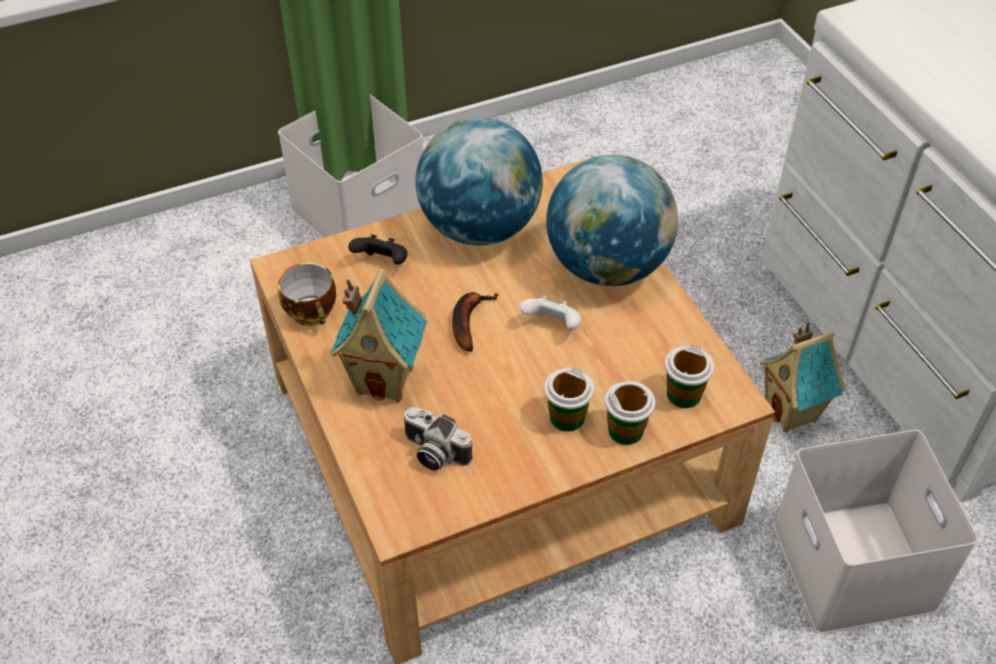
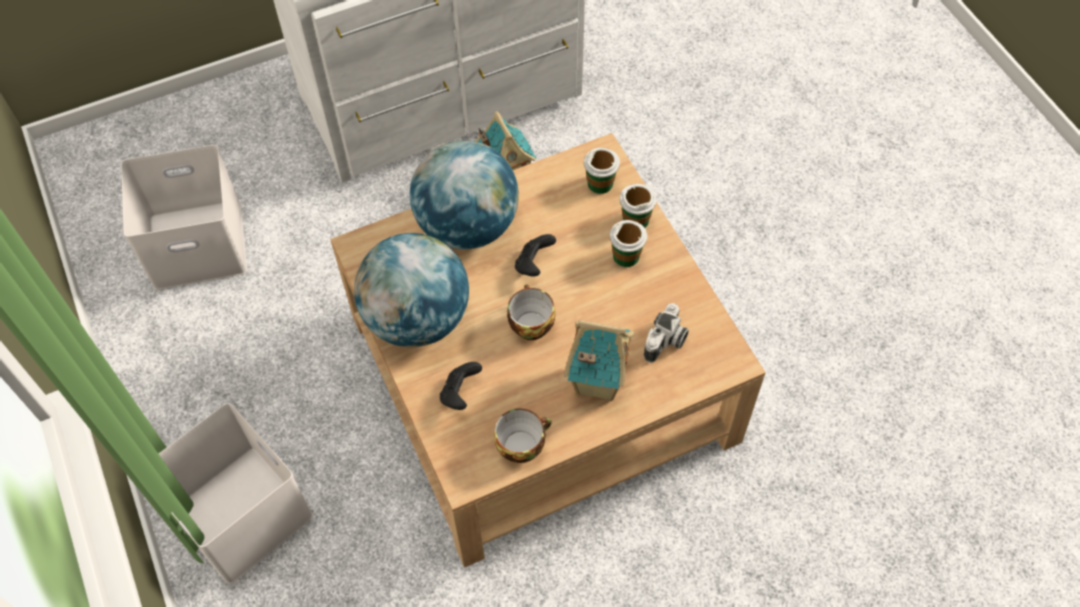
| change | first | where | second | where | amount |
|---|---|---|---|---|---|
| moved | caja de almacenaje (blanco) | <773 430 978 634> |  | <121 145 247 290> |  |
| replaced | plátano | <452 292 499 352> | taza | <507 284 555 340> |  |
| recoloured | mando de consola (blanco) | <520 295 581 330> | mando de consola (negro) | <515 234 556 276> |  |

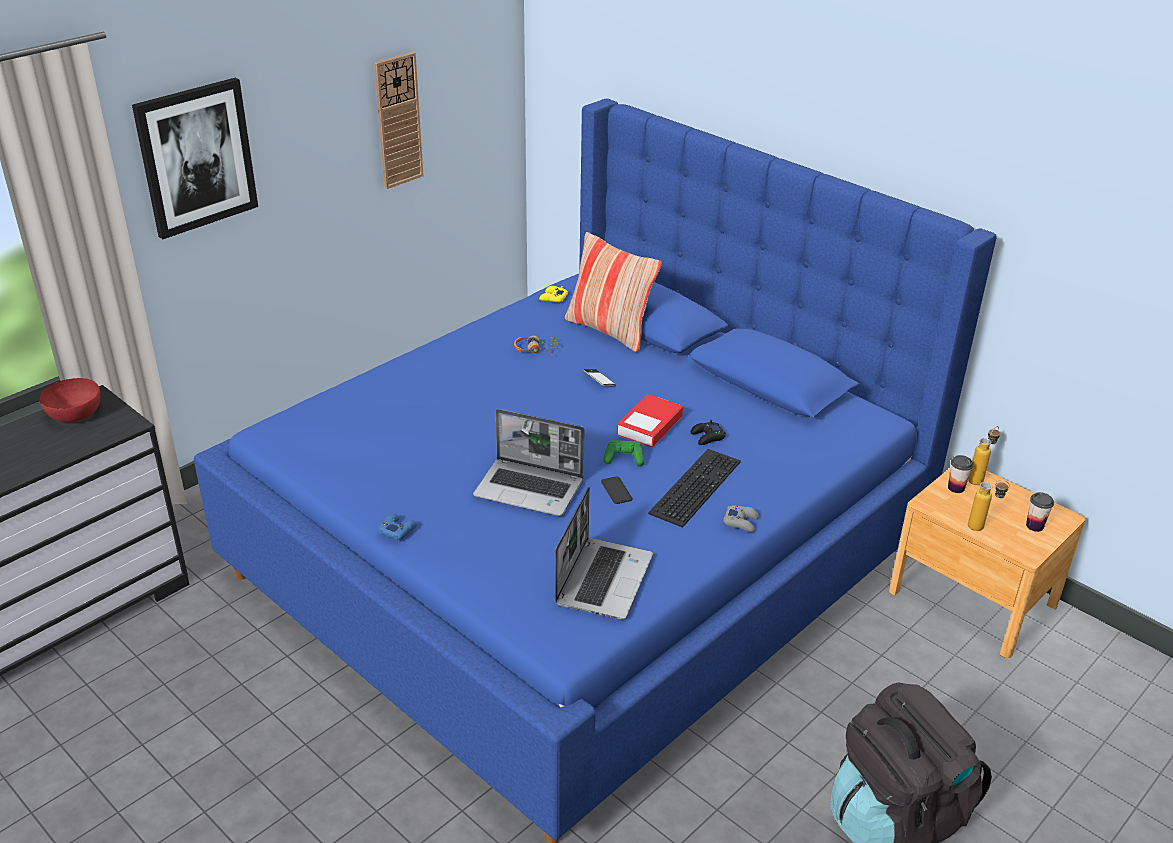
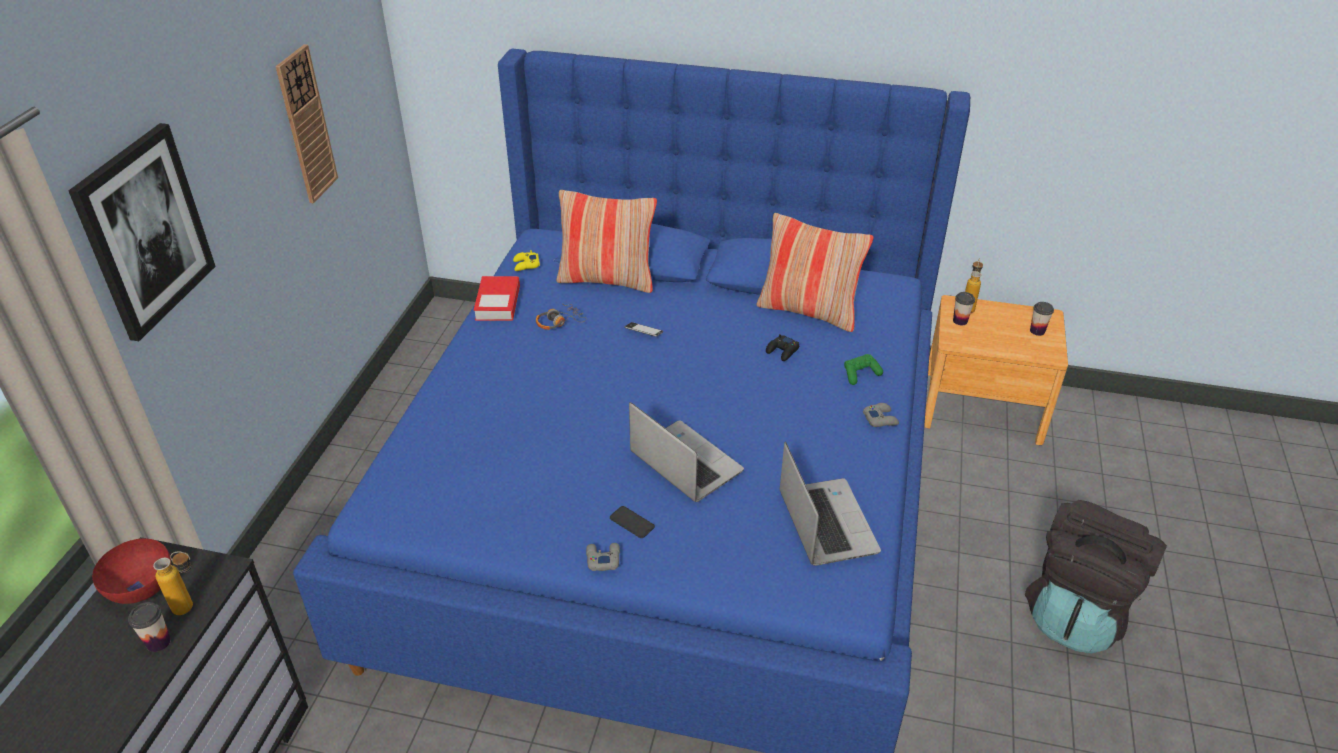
| change | first | where | second | where | amount |
|---|---|---|---|---|---|
| removed | teclado | <648 449 741 528> |  |  |  |
| added |  |  | taza | <128 602 171 652> |  |
| added |  |  | cojín | <757 213 873 332> |  |
| moved | móvil | <601 476 632 504> |  | <610 506 655 538> |  |
| moved | mando de consola (verde) | <603 440 644 466> |  | <844 354 883 385> |  |
| moved | libro | <617 394 683 448> |  | <474 276 520 321> |  |
| moved | botella | <968 480 1010 531> |  | <153 551 193 615> |  |
| recoloured | mando de consola (azul) | <378 514 417 540> | mando de consola (gris) | <586 543 620 571> |  |
| turned | portátil | <473 409 585 516> |  | <629 402 744 502> | 120 degrees counterclockwise |

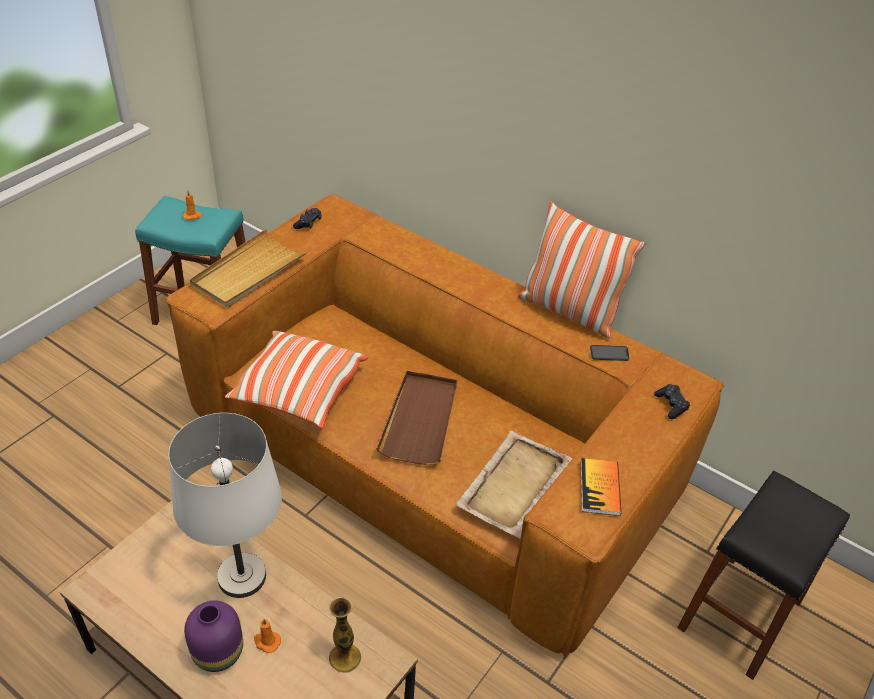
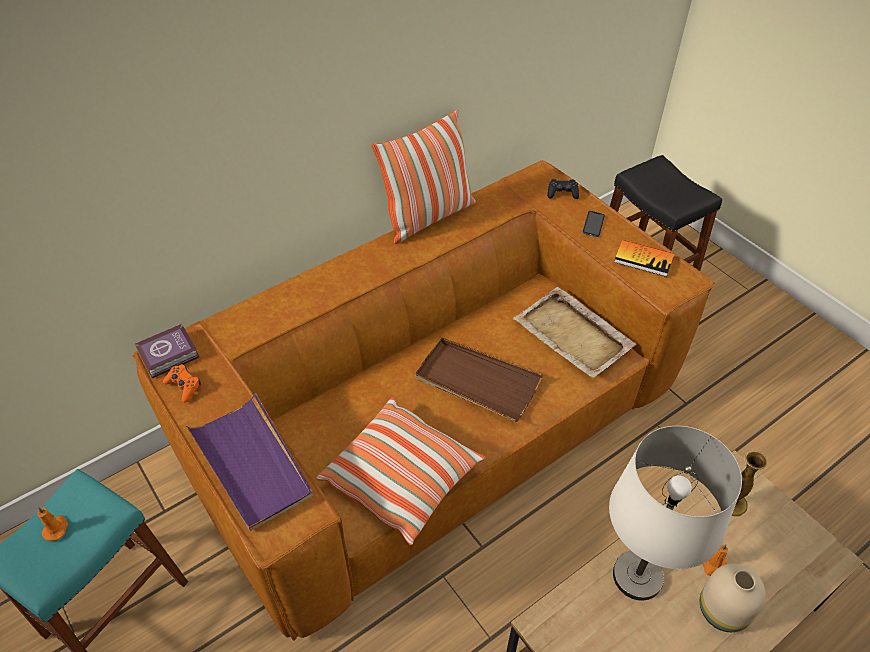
| change | first | where | second | where | amount |
|---|---|---|---|---|---|
| added |  |  | libro | <135 324 199 378> |  |
| moved | móvil | <590 345 629 361> |  | <583 211 605 237> |  |
| recoloured | florero (morado) | <184 600 243 672> | florero (beis) | <700 563 766 632> |  |
| recoloured | bandeja (beis) | <190 229 307 308> | bandeja (morado) | <186 392 313 531> |  |
| recoloured | mando de consola (negro) | <293 208 322 229> | mando de consola (naranja) | <163 364 201 403> |  |

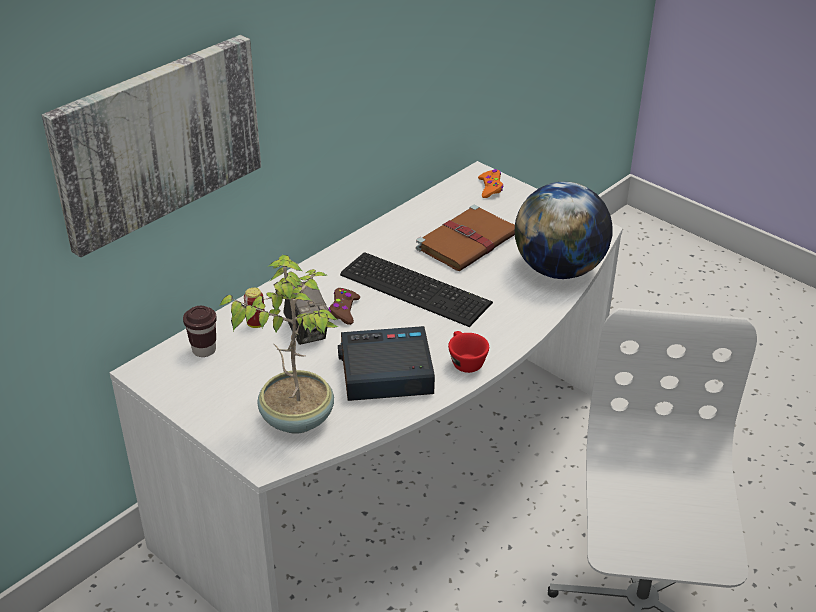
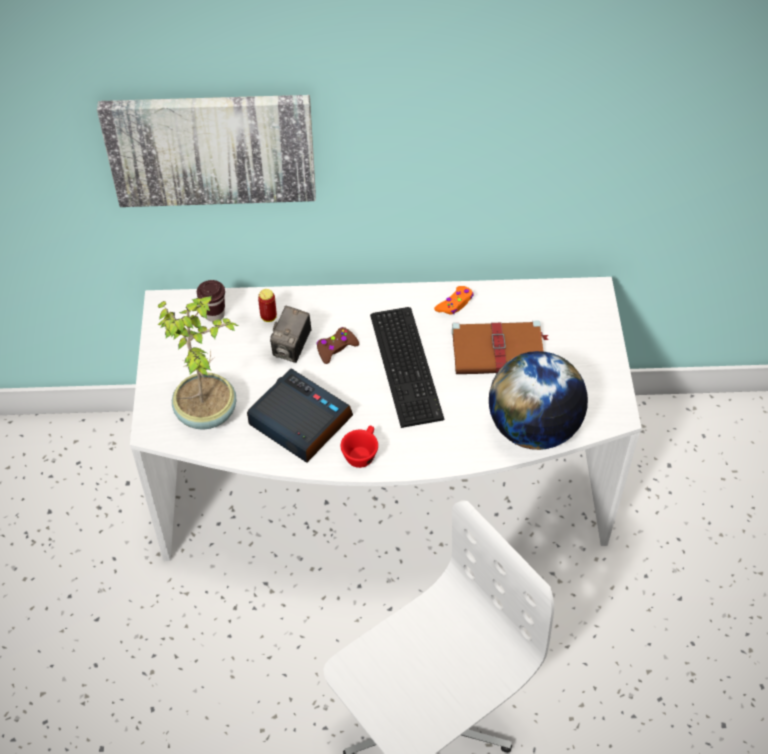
| change | first | where | second | where | amount |
|---|---|---|---|---|---|
| moved | mando de consola (naranja) | <478 169 503 198> |  | <434 286 474 315> |  |

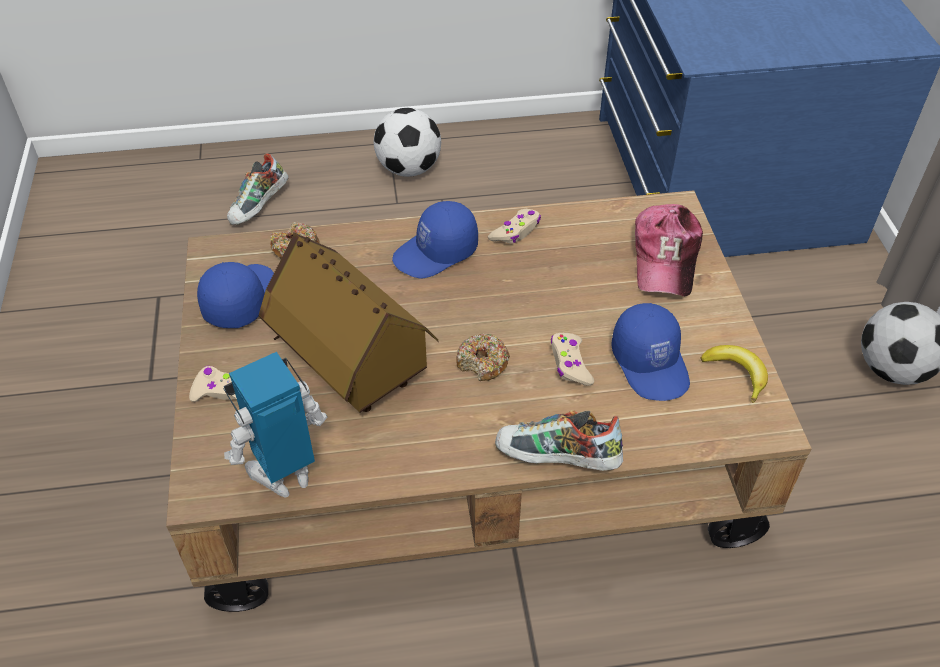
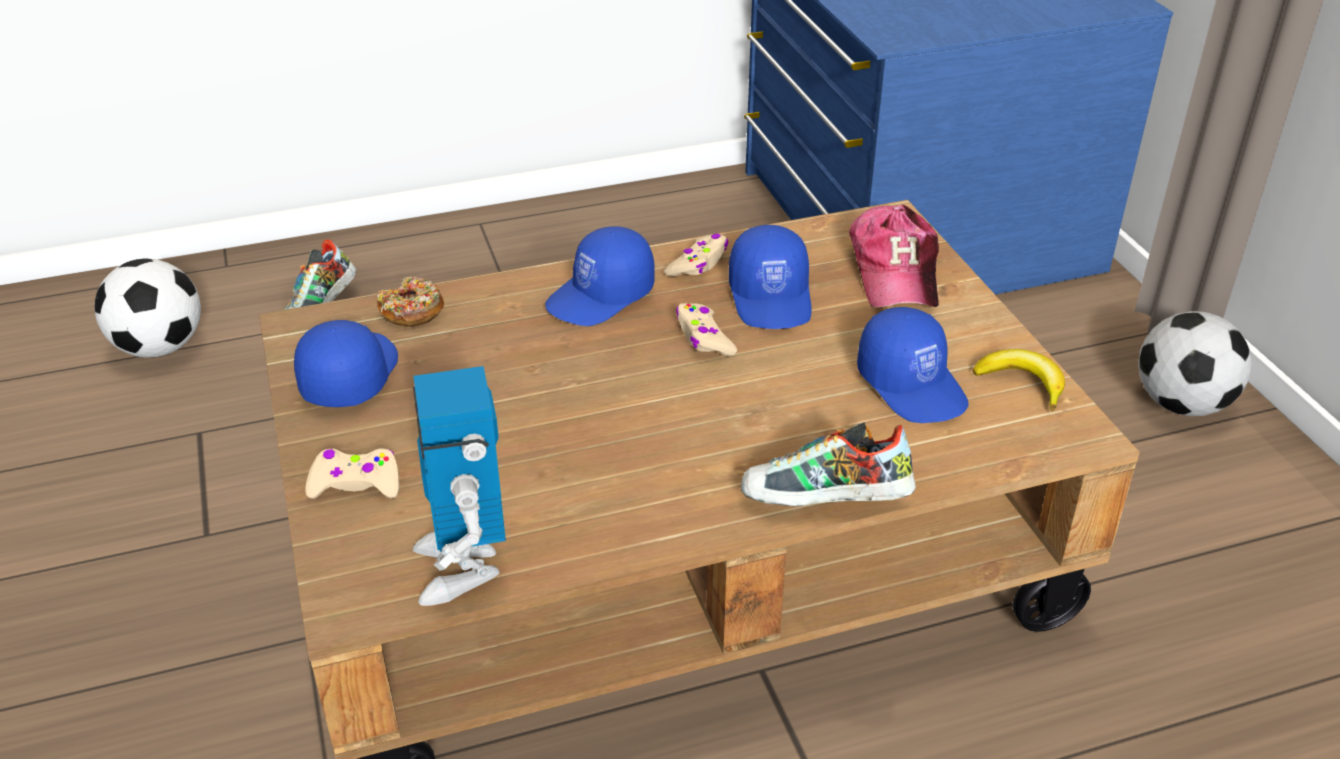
| change | first | where | second | where | amount |
|---|---|---|---|---|---|
| removed | casita | <259 233 438 413> |  |  |  |
| removed | rosquilla | <456 333 510 381> |  |  |  |
| added |  |  | gorra (azul) | <729 225 812 329> |  |
| moved | balón de fútbol | <374 108 441 177> |  | <95 259 201 358> |  |
| moved | mando de consola (beis) | <551 333 594 386> |  | <676 303 737 356> |  |
| turned | robot de juguete | <223 352 327 498> |  | <413 366 506 606> | 60 degrees counterclockwise |

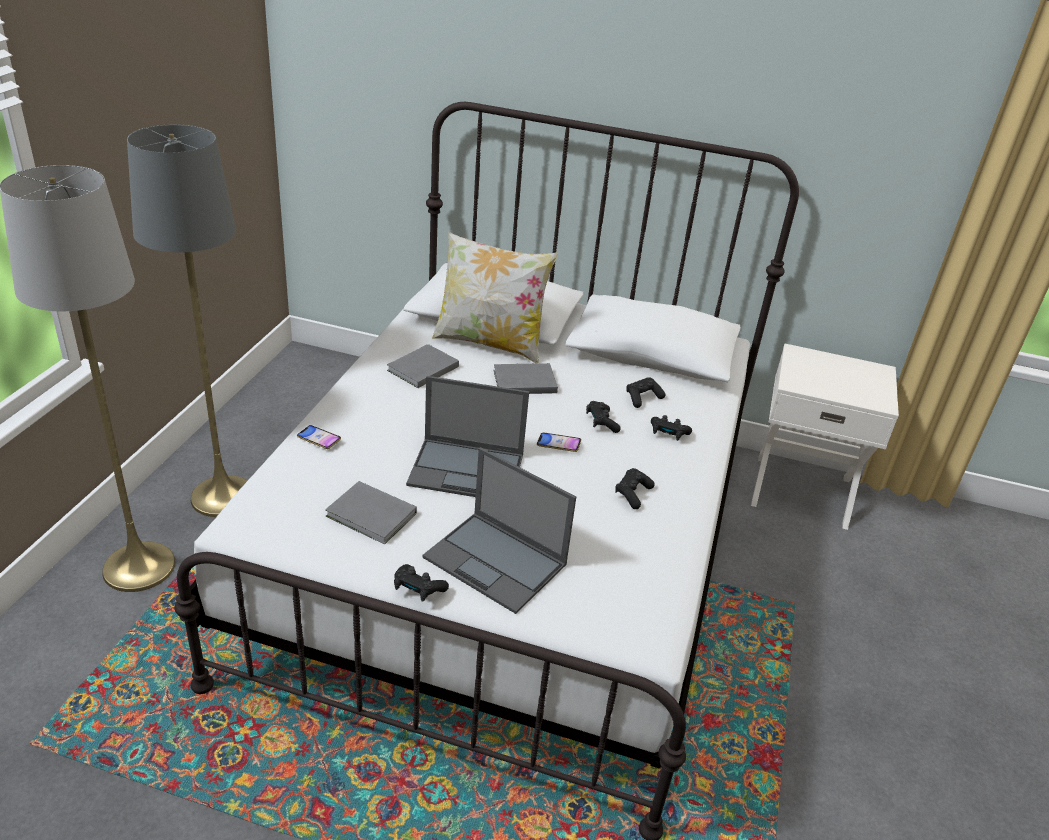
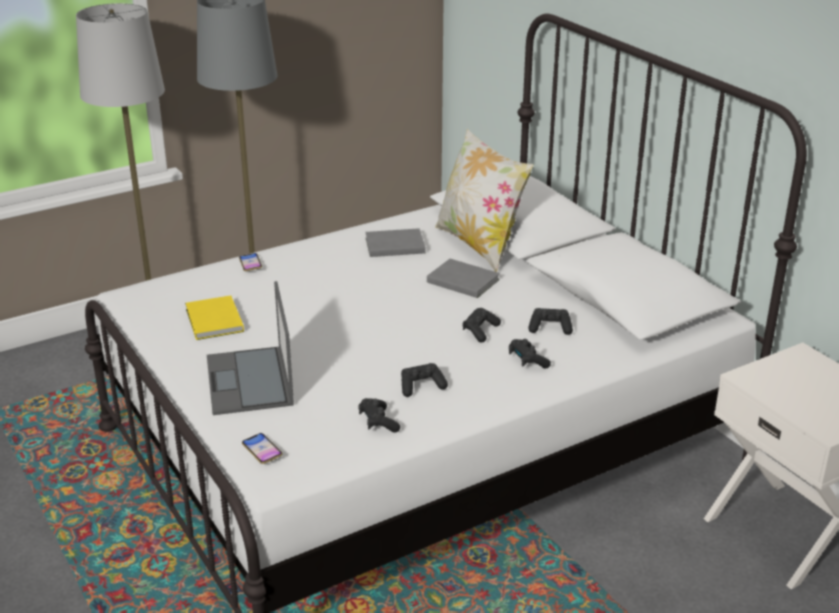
| change | first | where | second | where | amount |
|---|---|---|---|---|---|
| removed | portátil | <406 376 529 497> |  |  |  |
| moved | mando de consola (negro) | <394 564 449 602> |  | <358 398 400 433> |  |
| moved | móvil | <537 433 581 452> |  | <242 433 282 464> |  |
| recoloured | libro (gris) | <325 481 417 544> | libro (amarillo) | <185 295 244 340> |  |

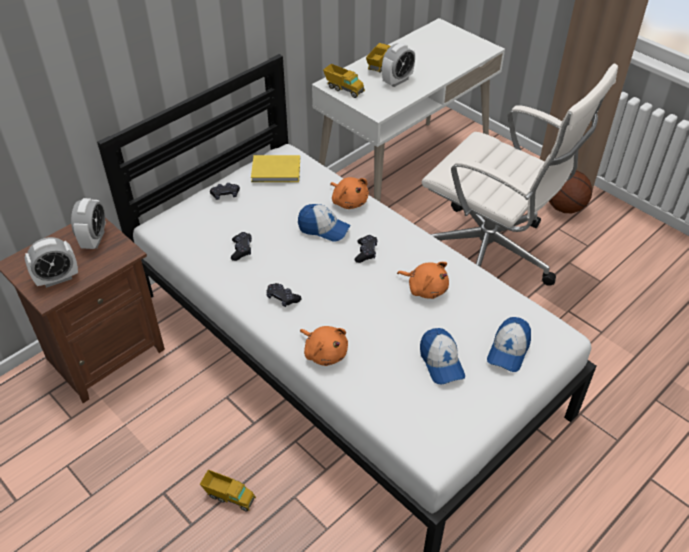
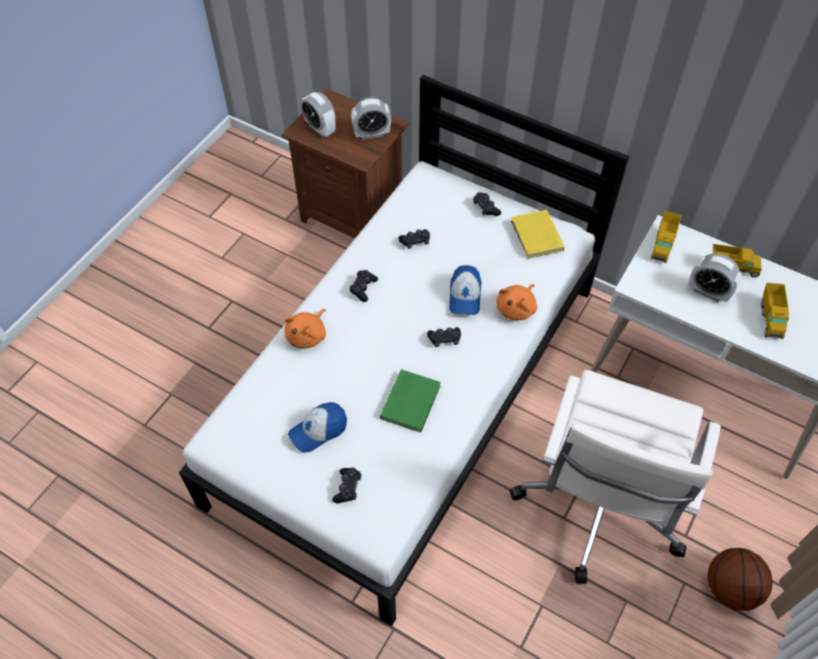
| change | first | where | second | where | amount |
|---|---|---|---|---|---|
| moved | camión de juguete | <200 470 256 511> |  | <761 283 789 339> |  |
| replaced | peluche (naranja) | <397 262 449 299> | libro (verde) | <380 369 441 433> |  |
| replaced | gorra | <487 317 531 372> | mando de consola (negro) | <332 467 361 503> |  |

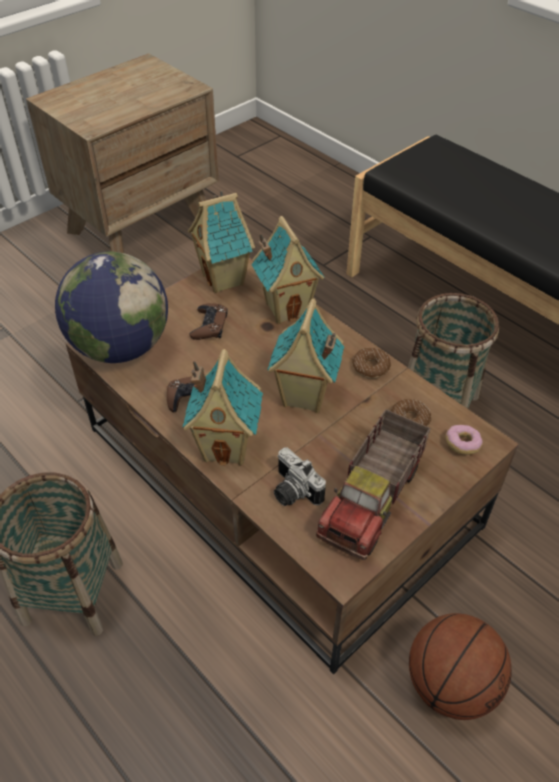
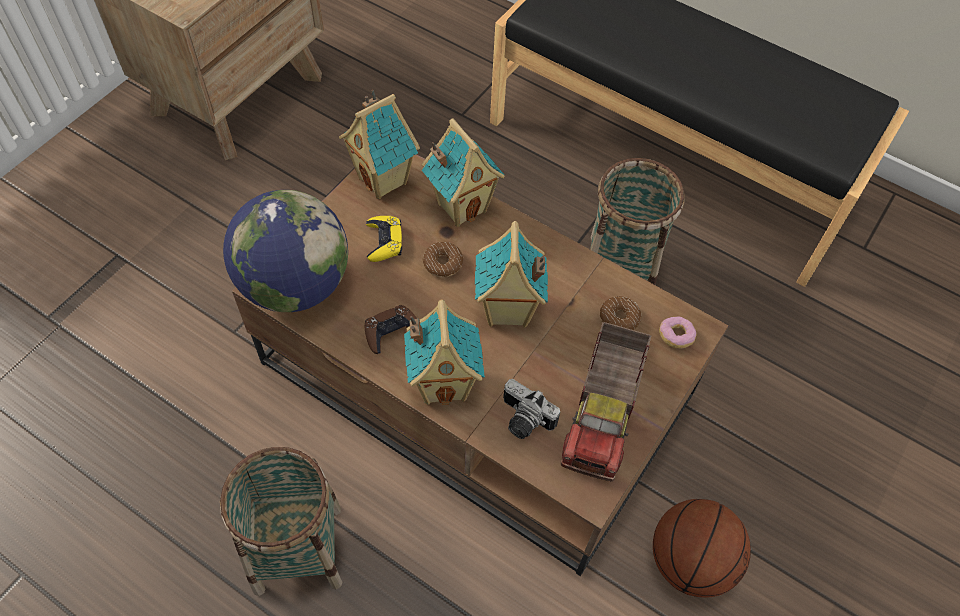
| change | first | where | second | where | amount |
|---|---|---|---|---|---|
| moved | rosquilla | <352 348 391 379> |  | <423 242 463 277> |  |
| recoloured | mando de consola (marrón) | <189 303 228 340> | mando de consola (amarillo) | <366 216 402 262> |  |

